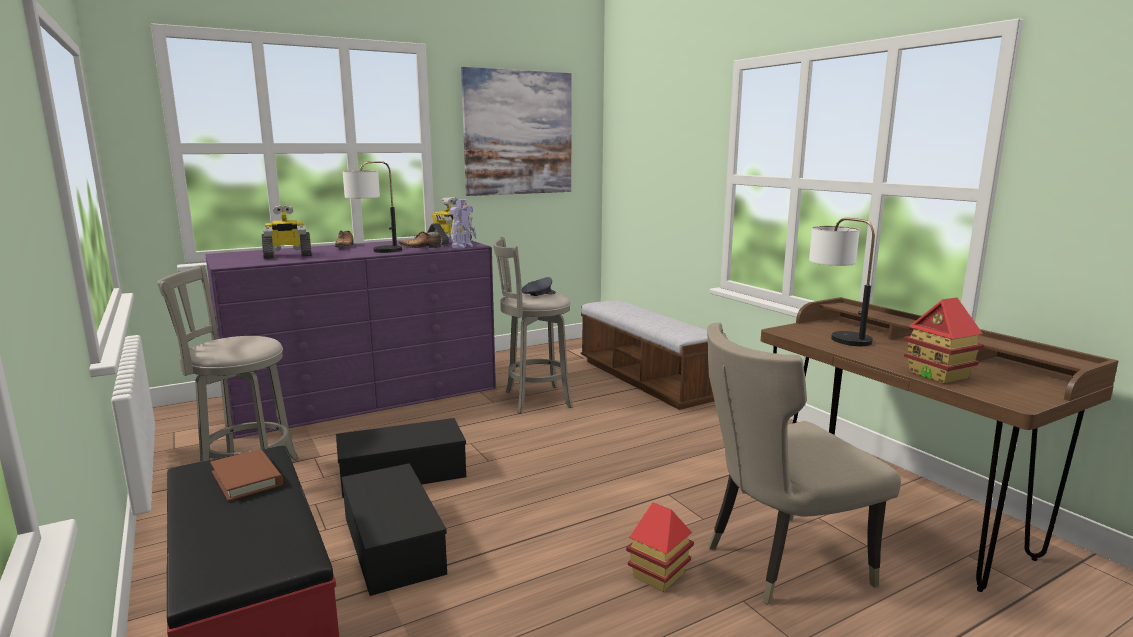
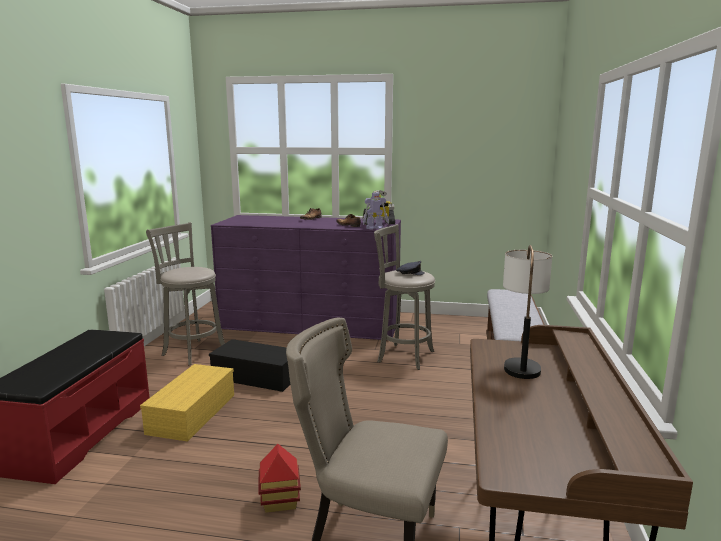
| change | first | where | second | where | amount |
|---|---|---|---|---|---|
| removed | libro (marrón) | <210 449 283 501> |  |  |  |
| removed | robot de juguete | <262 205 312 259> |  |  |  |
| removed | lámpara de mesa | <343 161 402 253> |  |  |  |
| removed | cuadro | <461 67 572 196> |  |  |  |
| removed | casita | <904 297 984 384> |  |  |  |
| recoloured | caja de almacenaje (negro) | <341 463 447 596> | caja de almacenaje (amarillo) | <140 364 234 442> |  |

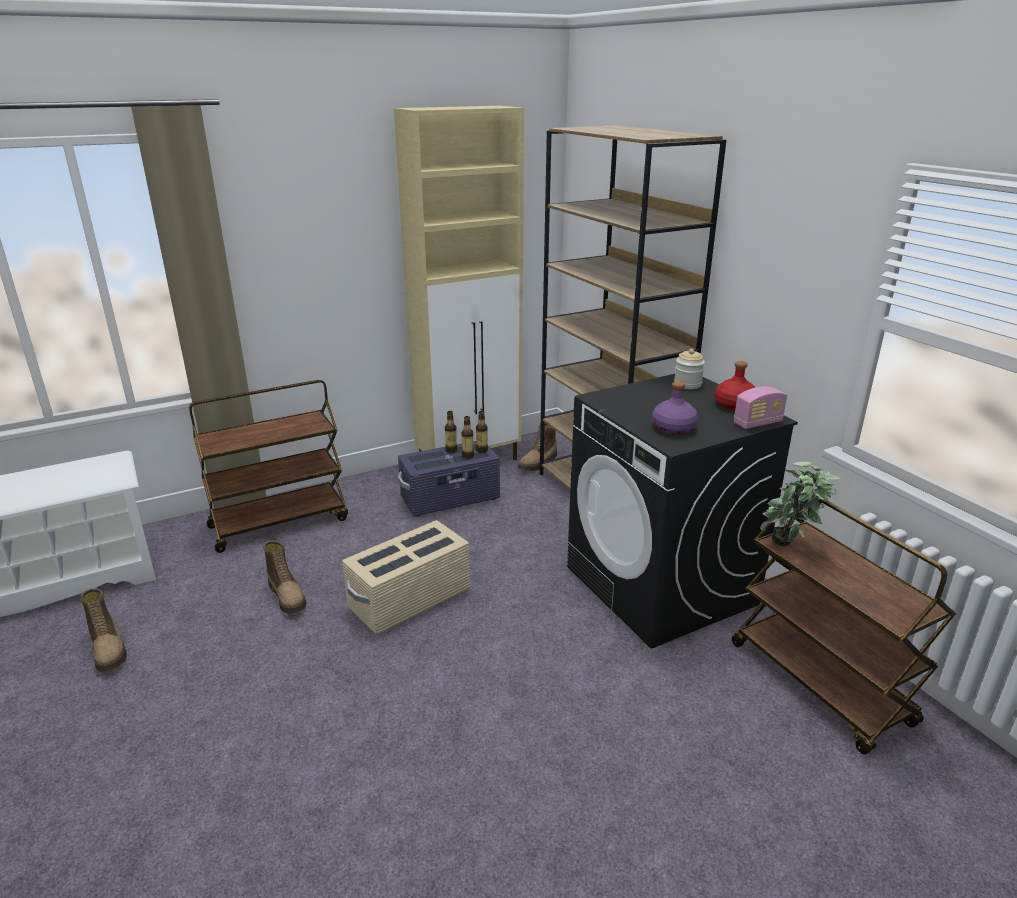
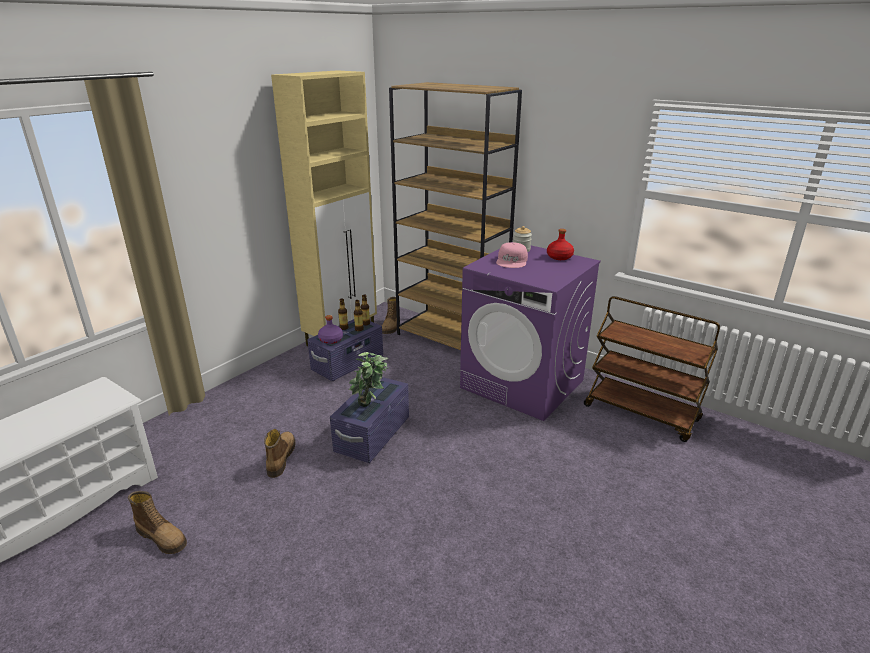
| change | first | where | second | where | amount |
|---|---|---|---|---|---|
| removed | carrito (marrón) | <189 380 348 553> |  |  |  |
| removed | radio | <734 386 787 429> |  |  |  |
| added |  |  | gorra (rosa) | <496 242 528 268> |  |
| moved | botella (morado) | <652 381 698 434> |  | <318 315 343 344> |  |
| moved | planta en maceta | <763 461 842 547> |  | <349 352 388 407> |  |
| recoloured | caja de almacenaje (beis) | <342 520 470 635> | caja de almacenaje (morado) | <330 377 409 463> |  |
| recoloured | lavadora (negro) | <567 374 798 649> | lavadora (morado) | <460 245 601 421> |  |
| turned | bota | <263 540 307 614> |  | <264 429 295 478> | 120 degrees counterclockwise |

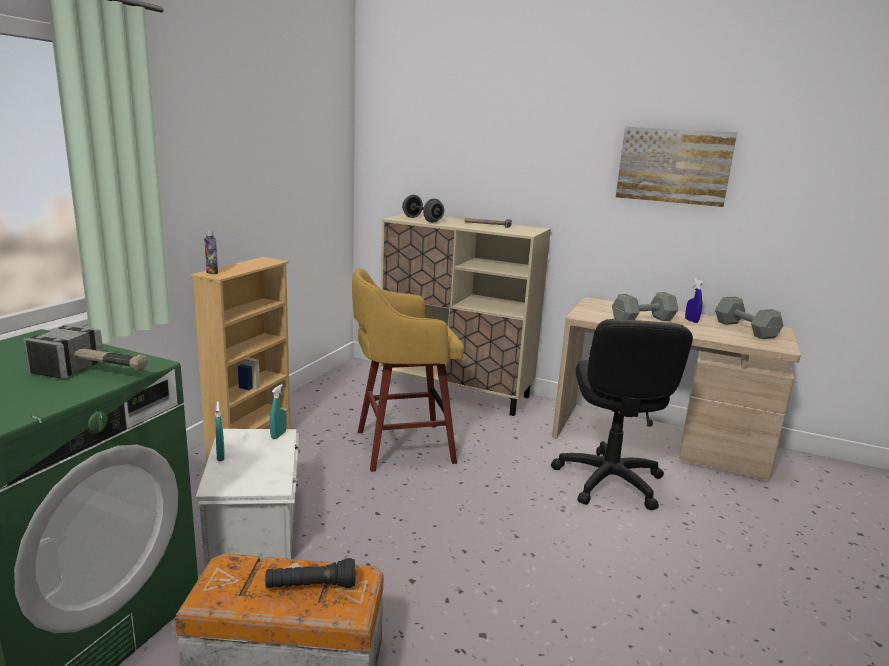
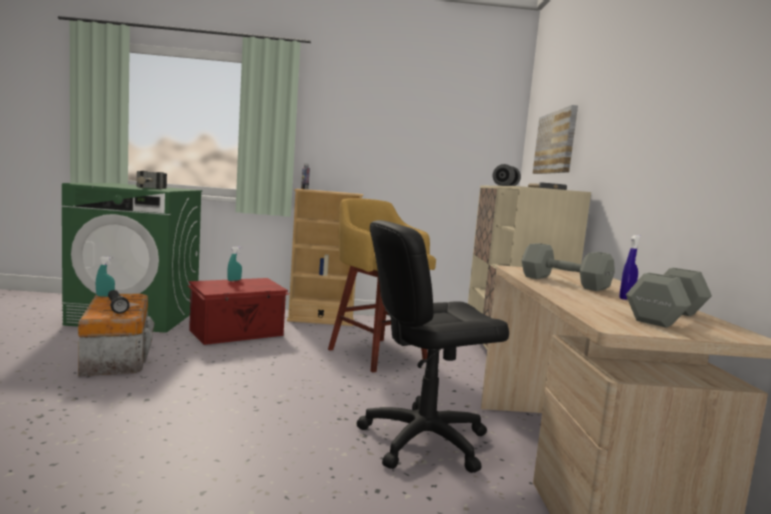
| change | first | where | second | where | amount |
|---|---|---|---|---|---|
| moved | pulverizador (turquesa) | <270 384 286 439> |  | <96 256 115 297> |  |
| moved | cuadro | <616 127 737 207> |  | <533 105 578 174> |  |
| recoloured | caja de almacenaje (blanco) | <196 429 300 569> | caja de almacenaje (rojo) | <187 278 290 345> |  |

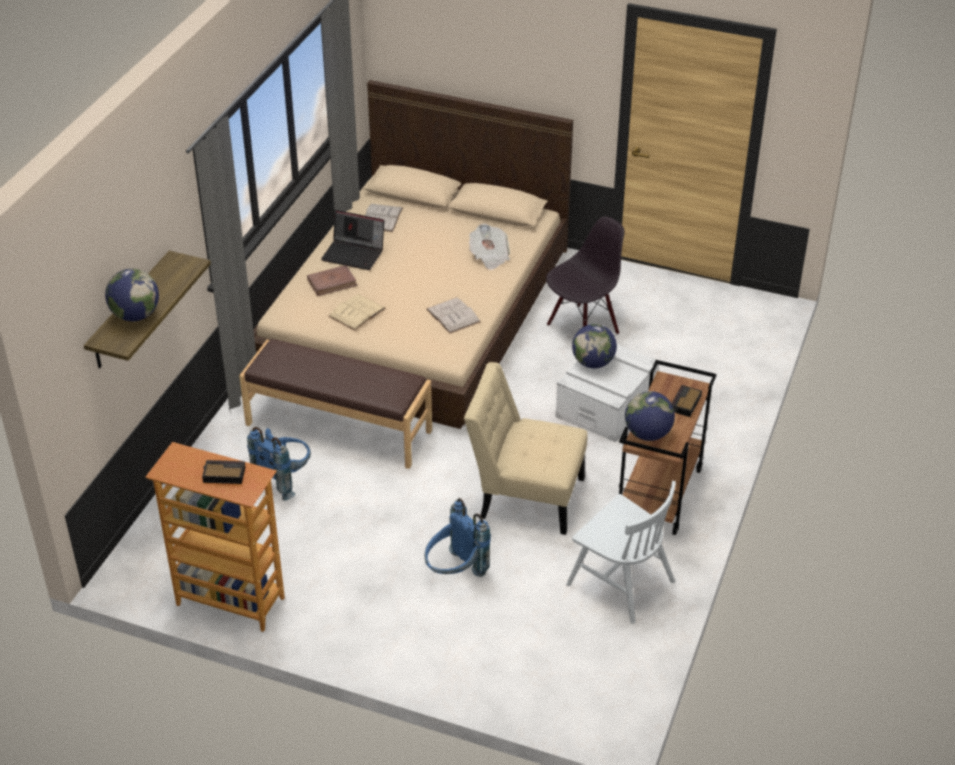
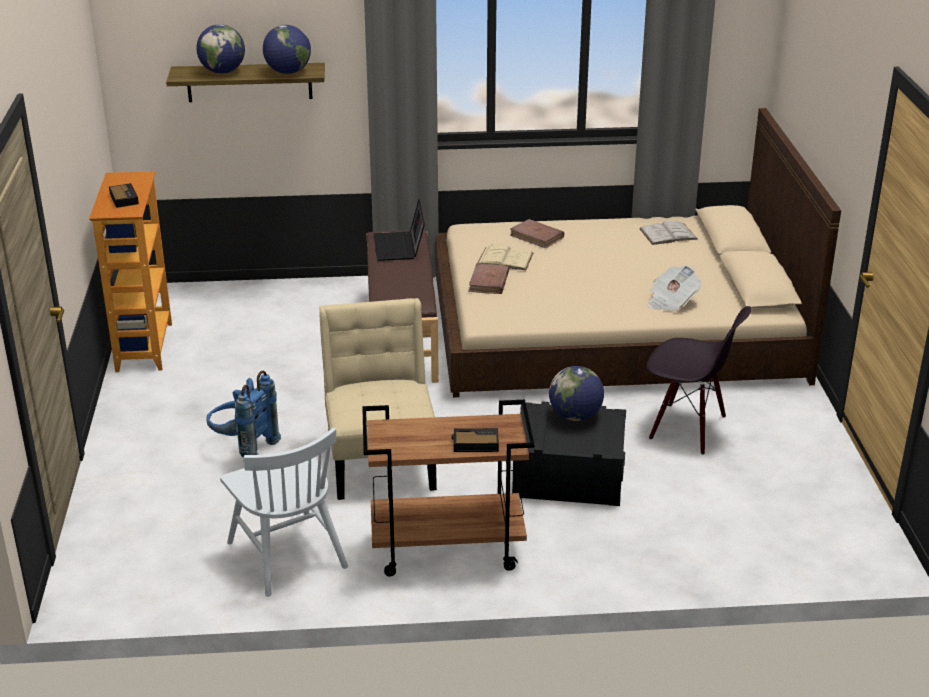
| change | first | where | second | where | amount |
|---|---|---|---|---|---|
| removed | mochila (azul) | <247 427 311 501> |  |  |  |
| removed | libro (blanco) | <426 297 481 334> |  |  |  |
| added |  |  | libro (marrón) | <468 263 509 294> |  |
| moved | portátil | <321 210 384 270> |  | <374 199 425 261> |  |
| moved | globo terráqueo | <625 391 675 441> |  | <263 25 311 74> |  |
| recoloured | caja de almacenaje (blanco) | <555 344 659 442> | caja de almacenaje (negro) | <512 401 626 506> |  |
| turned | silla (blanco) | <566 481 676 624> |  | <220 428 348 597> | 45 degrees counterclockwise |

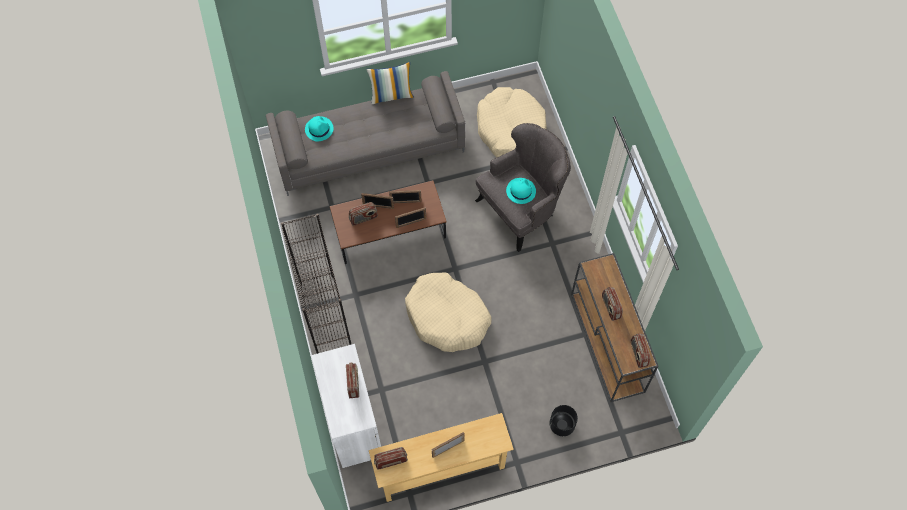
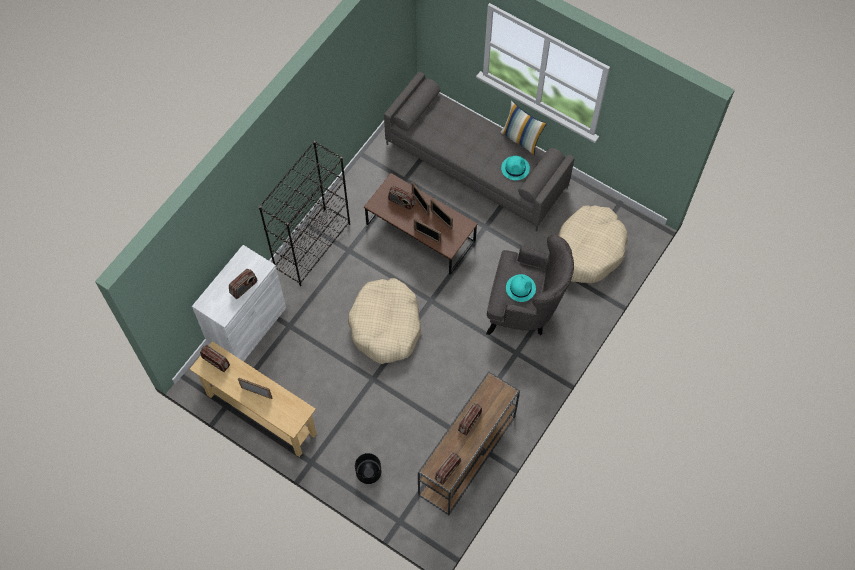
| change | first | where | second | where | amount |
|---|---|---|---|---|---|
| moved | sombrero (turquesa) | <305 116 334 142> |  | <501 156 530 180> |  |

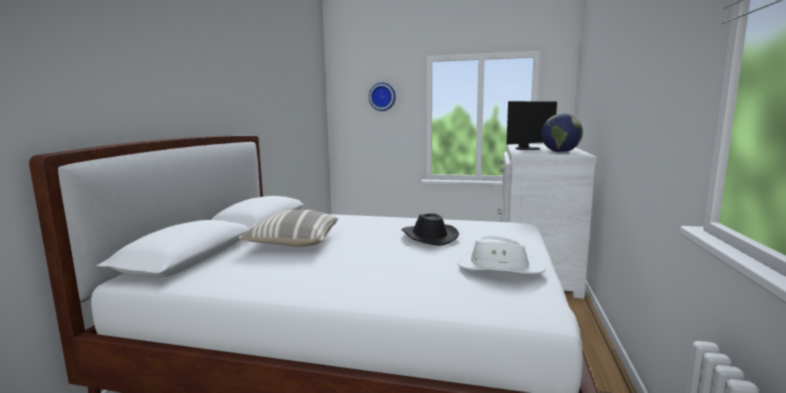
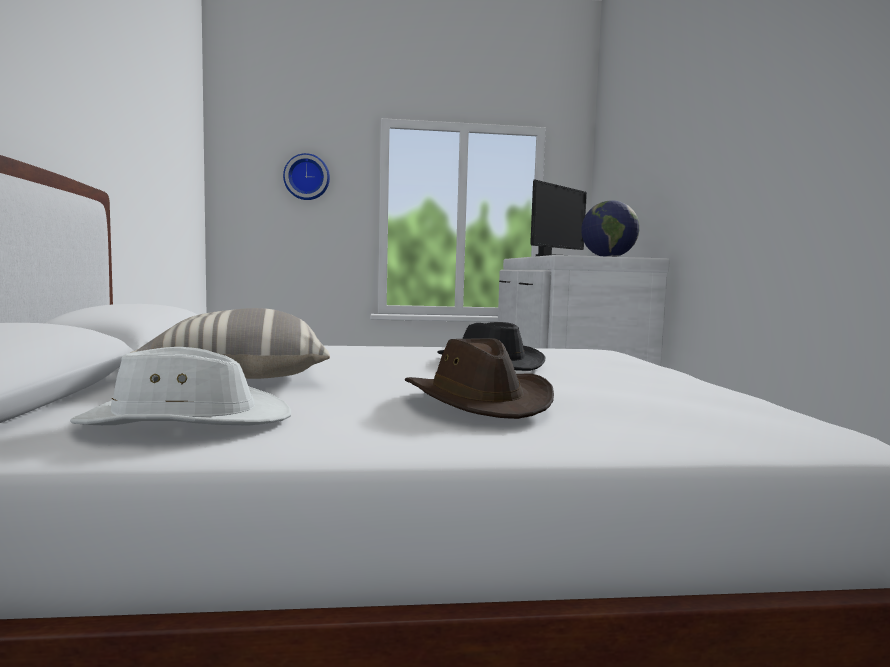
| change | first | where | second | where | amount |
|---|---|---|---|---|---|
| added |  |  | sombrero (marrón) | <405 338 554 419> |  |
| moved | sombrero (blanco) | <458 236 546 274> |  | <70 347 291 425> |  |

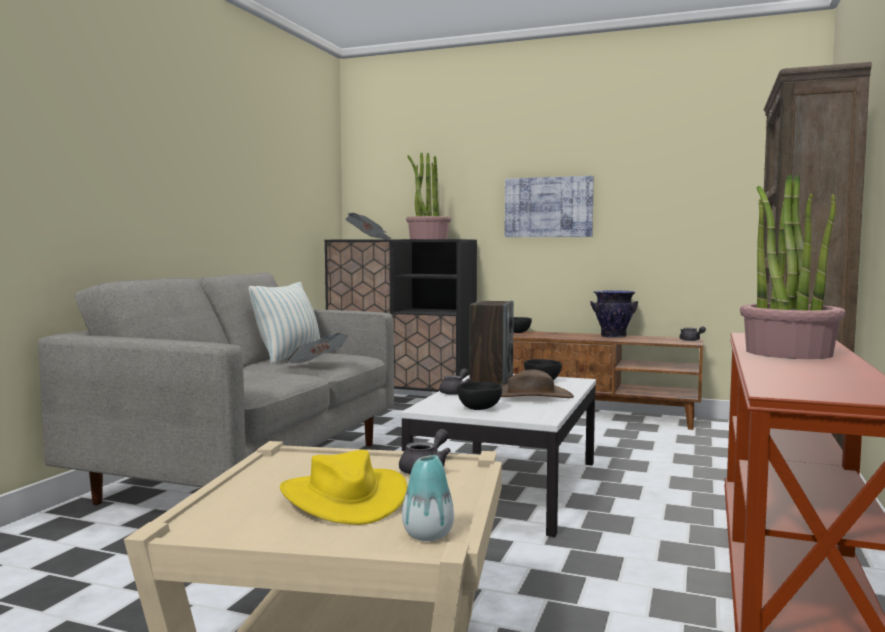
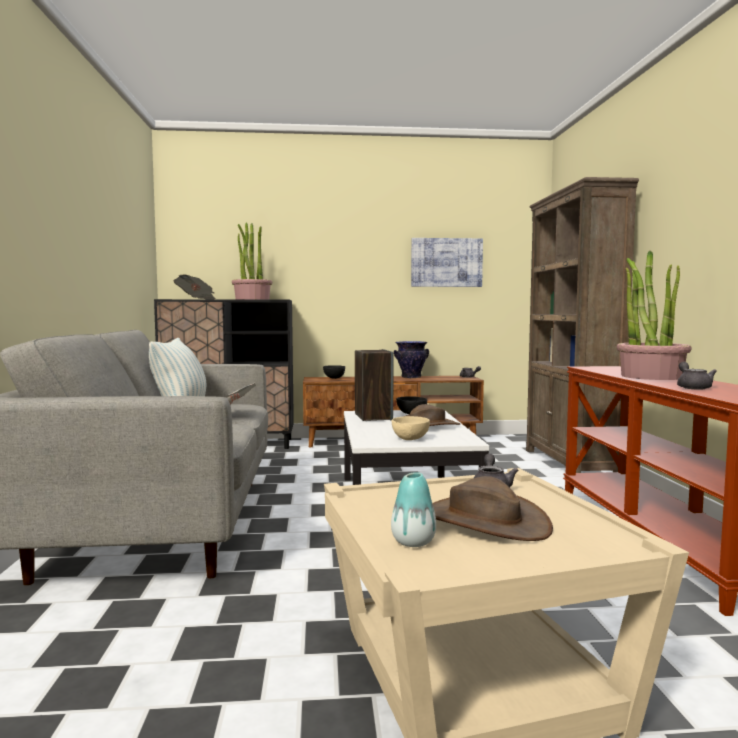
| change | first | where | second | where | amount |
|---|---|---|---|---|---|
| moved | florero | <402 455 454 541> |  | <391 472 436 547> |  |
| moved | tetera (gris) | <439 368 472 395> |  | <677 362 717 390> |  |
| moved | cuadro | <505 176 594 237> |  | <411 238 483 287> |  |
| recoloured | sombrero (amarillo) | <280 450 407 525> | sombrero (marrón) | <432 476 553 541> |  |
| recoloured | cuenco (negro) | <457 382 502 410> | cuenco (beis) | <391 416 430 440> |  |

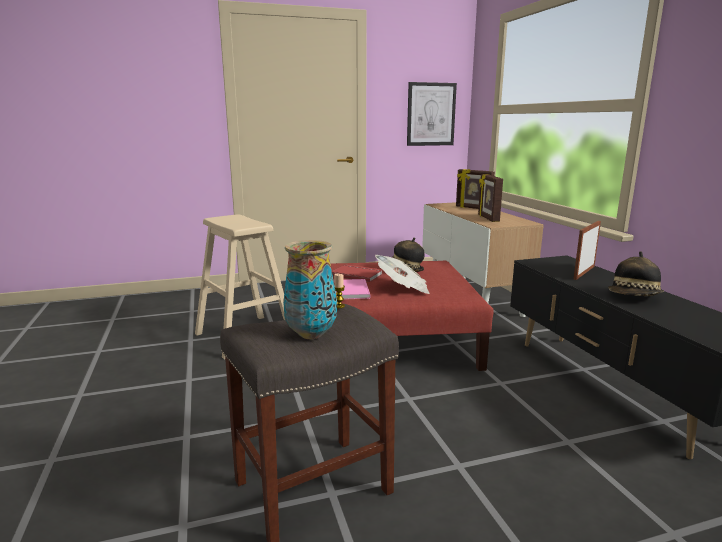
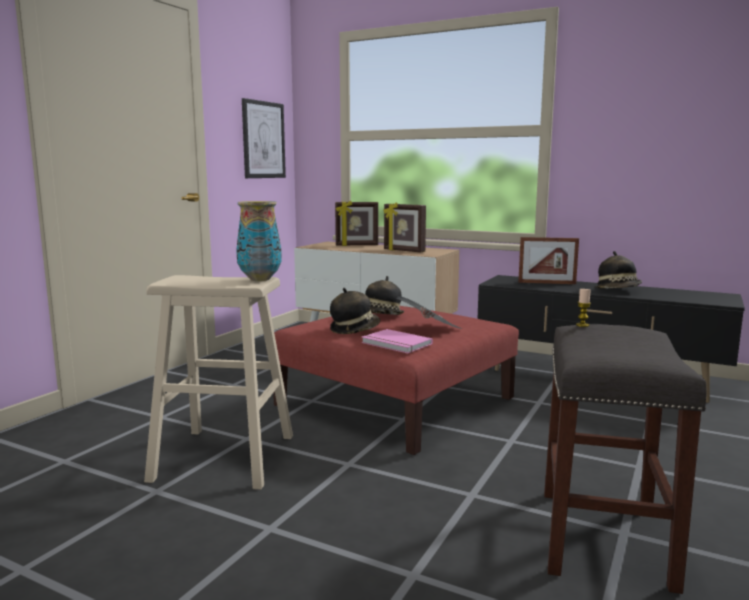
| change | first | where | second | where | amount |
|---|---|---|---|---|---|
| moved | florero | <283 240 337 339> |  | <236 201 281 281> |  |
| replaced | libro (rojo) | <332 265 382 282> | sombrero | <330 288 380 334> |  |
| turned | portarretratos | <573 221 601 280> |  | <518 237 579 284> | 75 degrees counterclockwise |

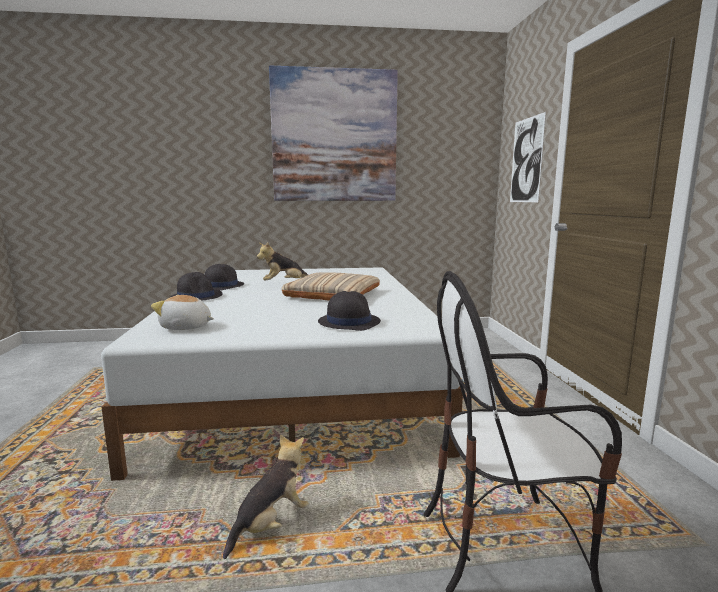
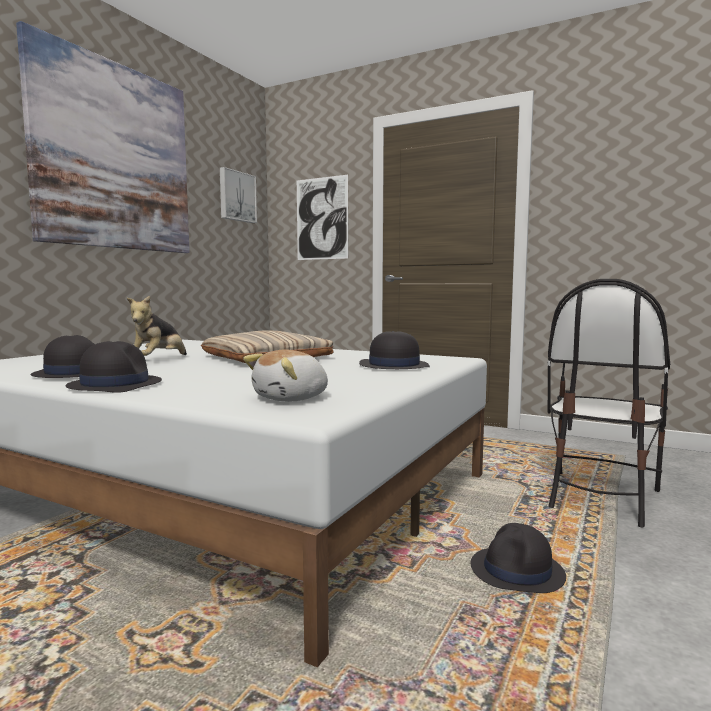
| change | first | where | second | where | amount |
|---|---|---|---|---|---|
| added |  |  | cuadro | <220 167 257 223> |  |
| replaced | peluche | <223 435 309 559> | sombrero (negro) | <471 523 566 593> |  |

